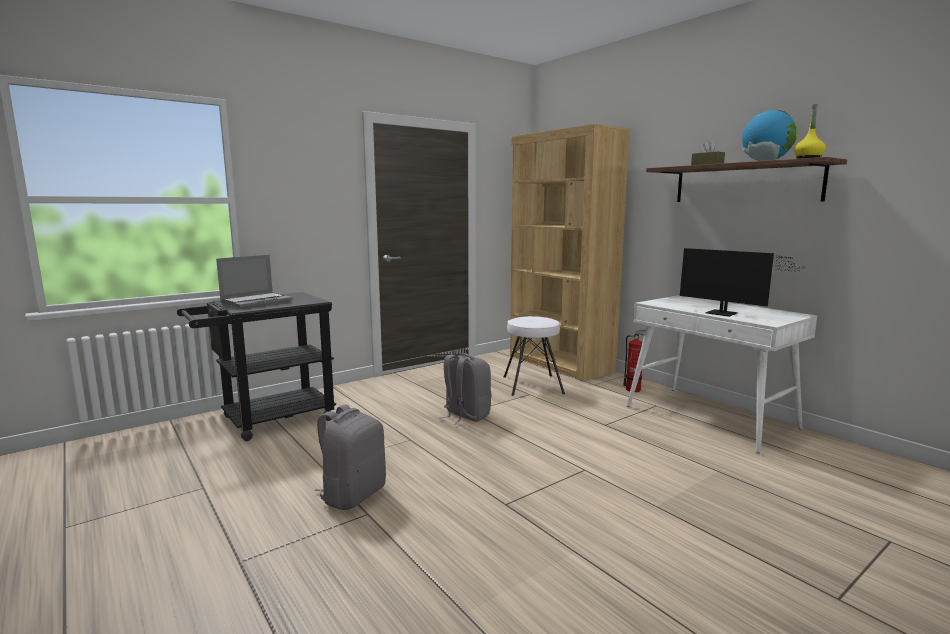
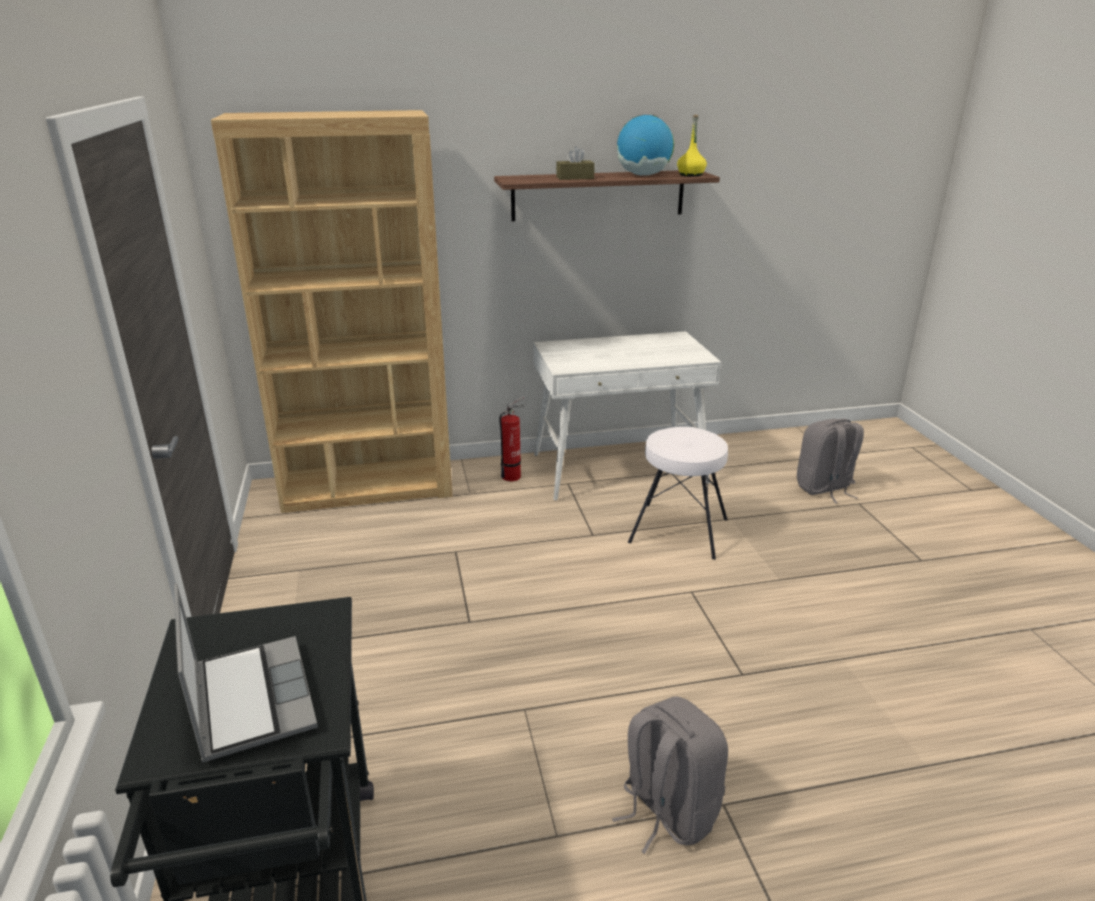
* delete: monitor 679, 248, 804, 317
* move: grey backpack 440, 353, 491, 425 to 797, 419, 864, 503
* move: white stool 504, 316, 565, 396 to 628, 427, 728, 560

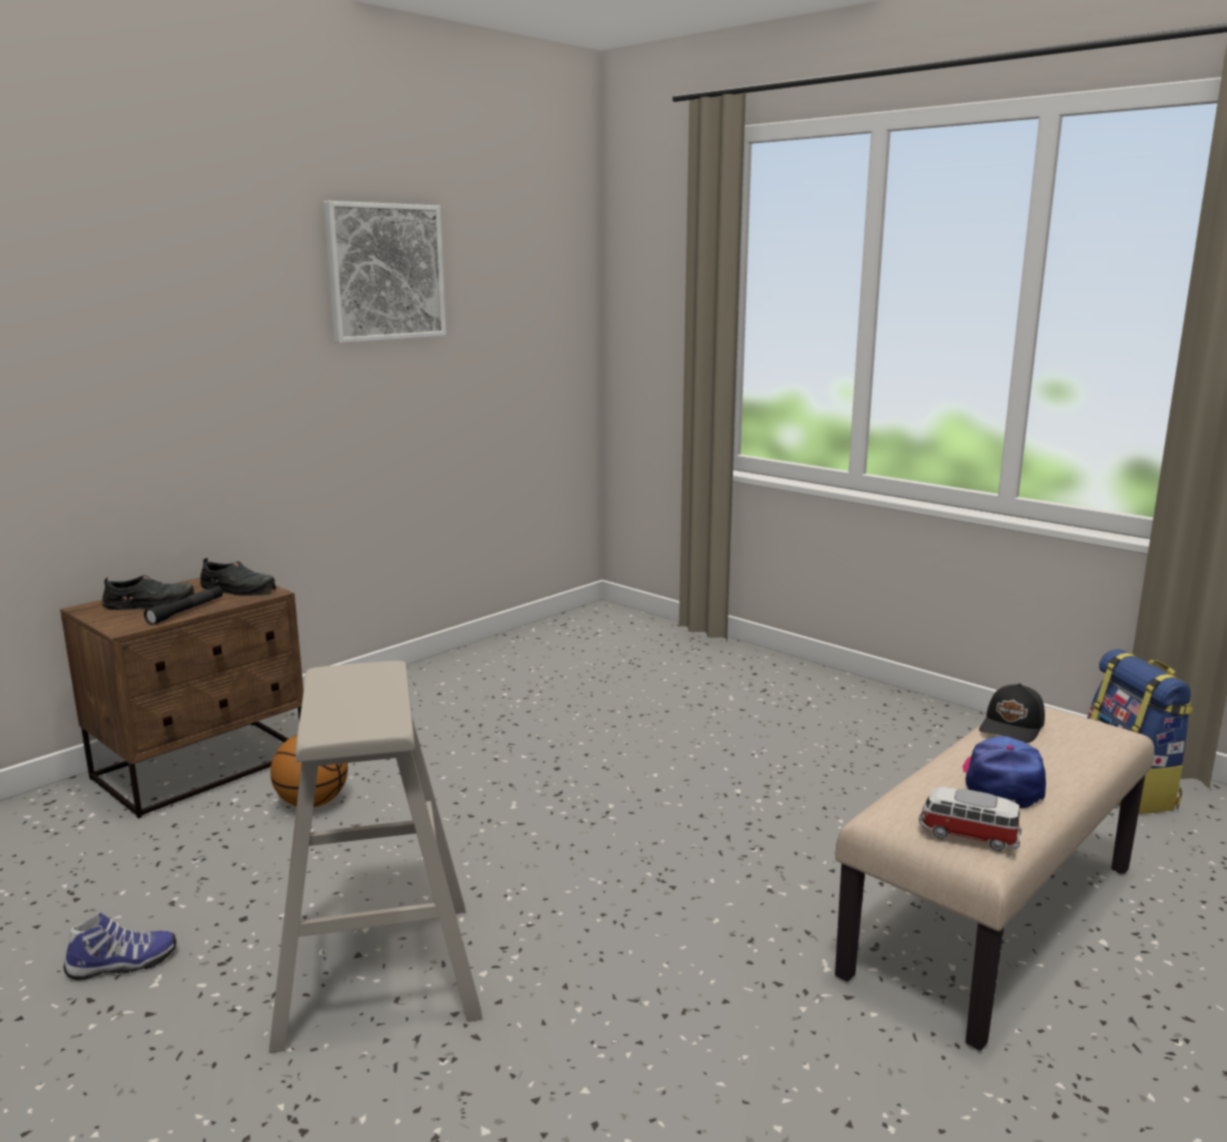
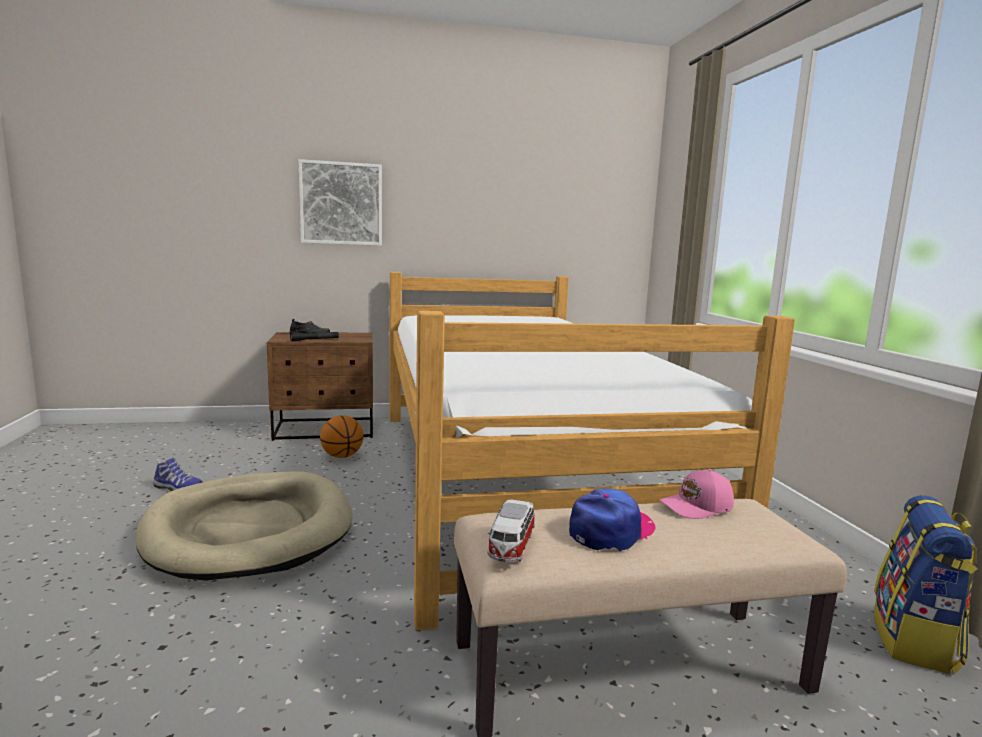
* delete: black shoe 200, 558, 276, 596
* insert: bed 389, 272, 795, 630
* move: picture 324, 201, 446, 343 to 299, 159, 382, 246
* replace: beige stool 269, 661, 482, 1053 to beige dog bed 136, 472, 353, 581
* recolor: black cap 979, 683, 1045, 743 to pink cap 659, 469, 734, 519
* rotate: toy car 919, 787, 1022, 851 = 487, 499, 535, 562 135 degrees counterclockwise

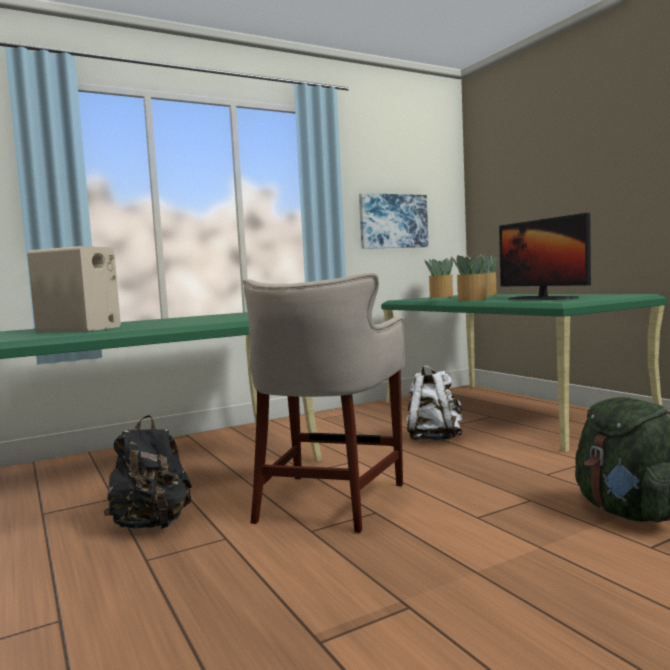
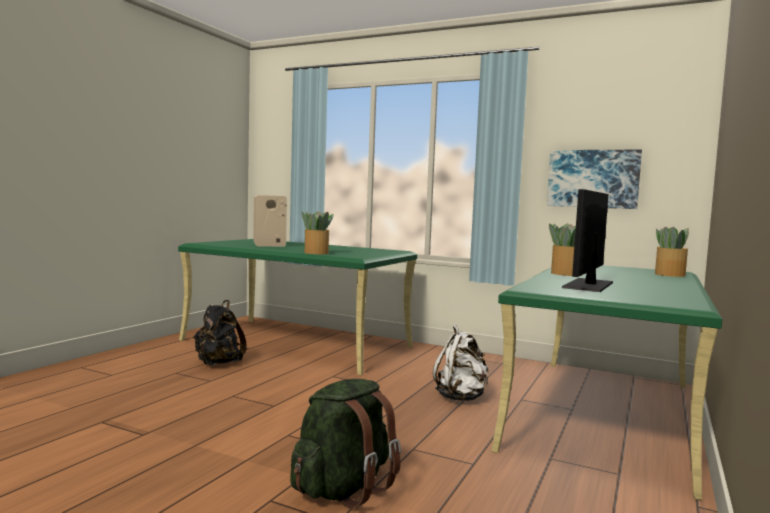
* delete: beige stool 243, 273, 405, 533
* move: potted plant 425, 258, 453, 298 to 301, 211, 334, 254

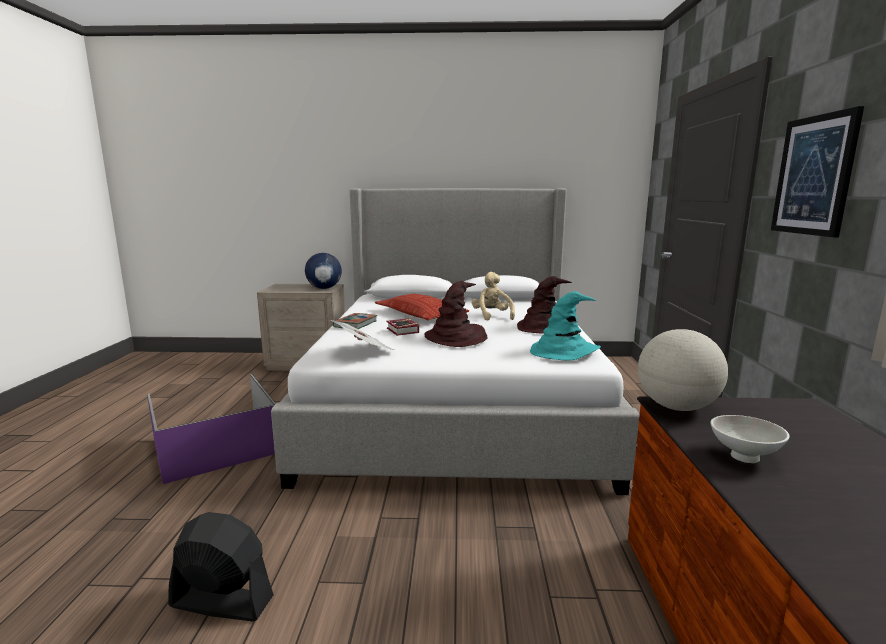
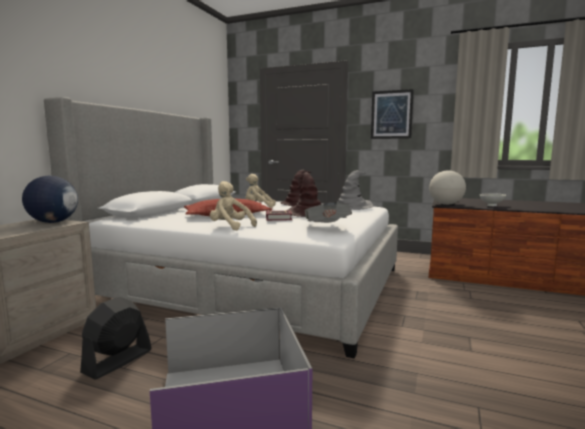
* move: black fan 168, 512, 274, 621 to 80, 297, 152, 380
* replace: book 333, 313, 377, 329 to beige plush toy 210, 181, 257, 230
* recolor: turquoise hat 530, 291, 601, 360 to grey hat 338, 170, 374, 210

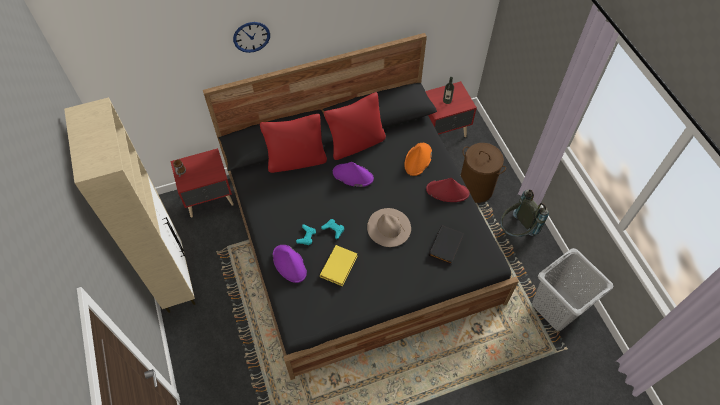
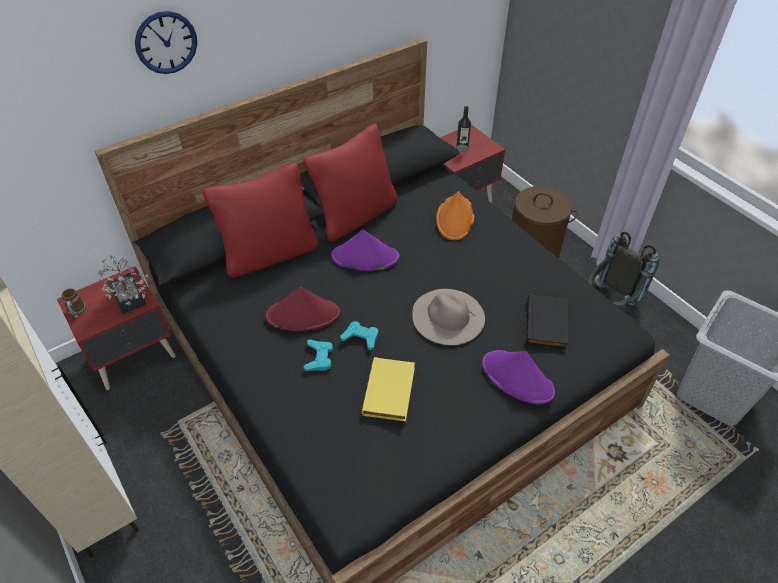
* insert: potted plant 97, 255, 148, 314
* move: purple hat 273, 245, 307, 283 to 482, 350, 555, 404
* move: red hat 426, 178, 470, 202 to 266, 287, 340, 331

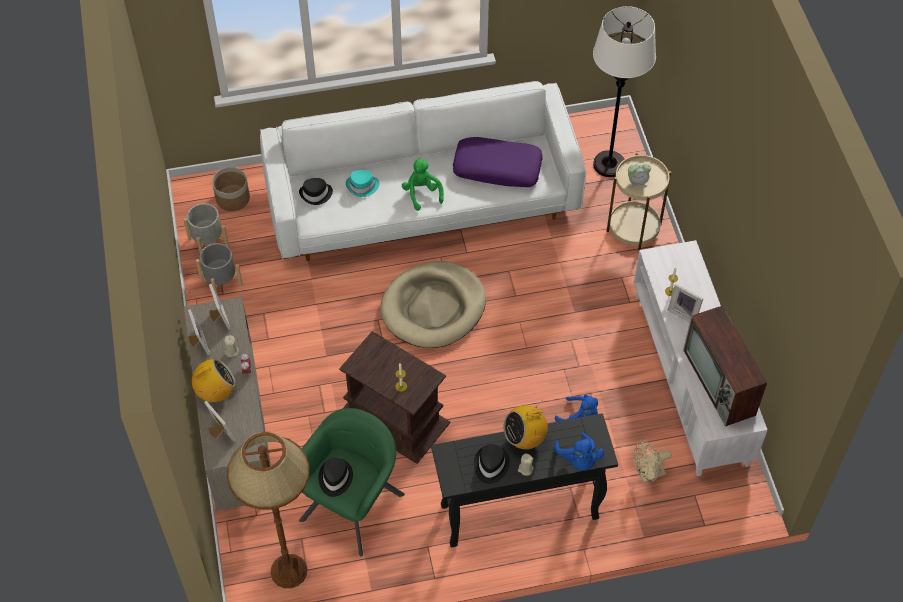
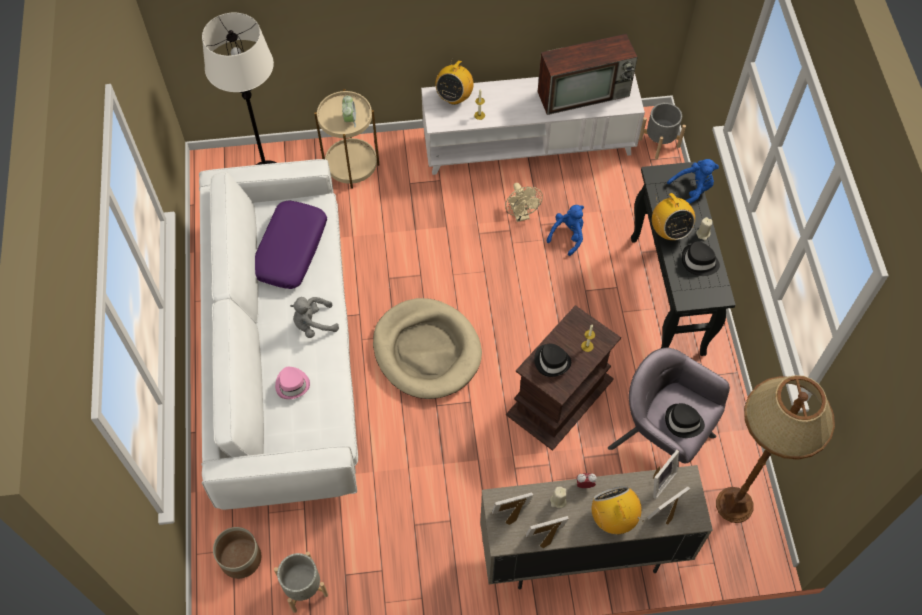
* insert: radio 435, 56, 474, 105
* move: grey planter 196, 243, 243, 295 to 639, 103, 686, 159
* move: black hat 299, 178, 333, 205 to 534, 344, 571, 377
* move: beige fan 633, 440, 672, 483 to 505, 183, 543, 222
* move: picture frame 667, 284, 703, 323 to 653, 450, 679, 499
* recolor: green armchair 299, 408, 405, 557 to grey armchair 608, 348, 730, 467
* recolor: turquoise hat 346, 170, 379, 197 to pink hat 275, 367, 310, 399
* recolor: green plush toy 402, 158, 444, 211 to grey plush toy 290, 297, 339, 338

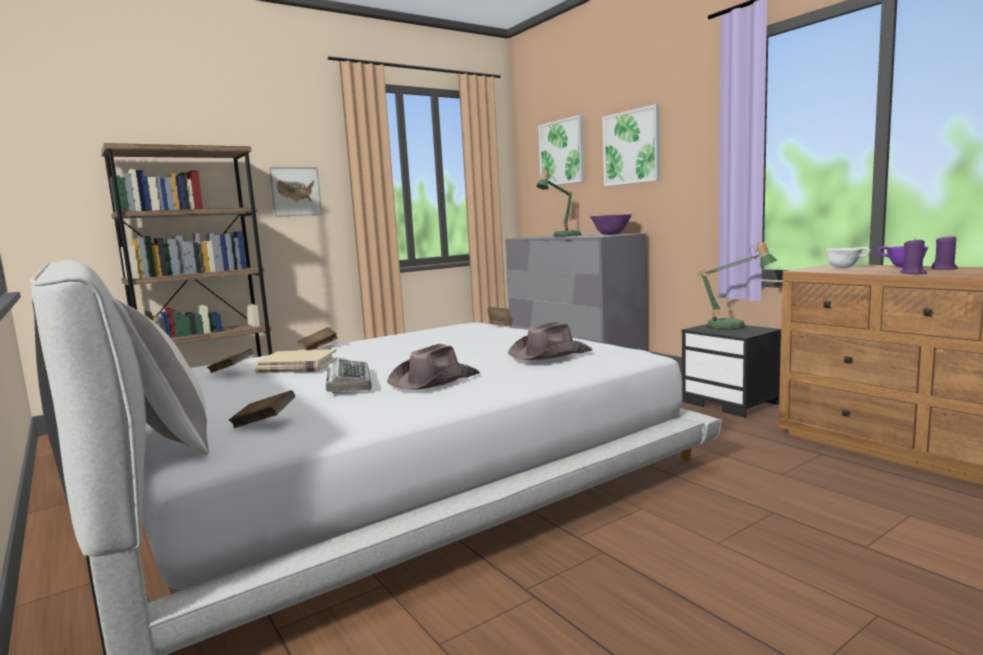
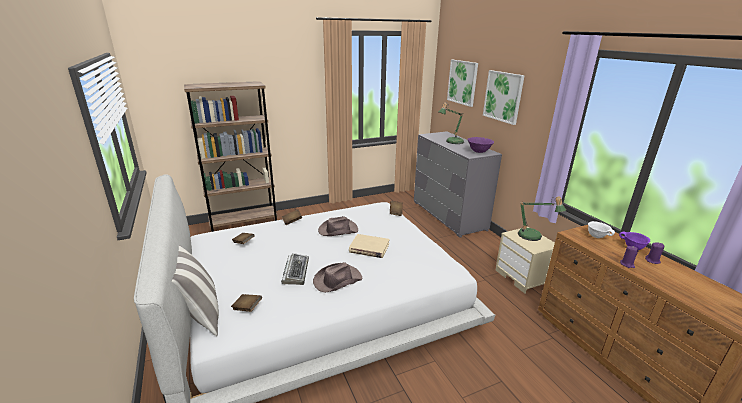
* delete: picture 269, 167, 322, 217
* move: beige book 254, 349, 337, 374 to 349, 234, 390, 258
* move: brown hat 508, 322, 593, 360 to 318, 216, 358, 236
* recolor: black nightstand 682, 324, 781, 418 to beige nightstand 496, 227, 555, 294

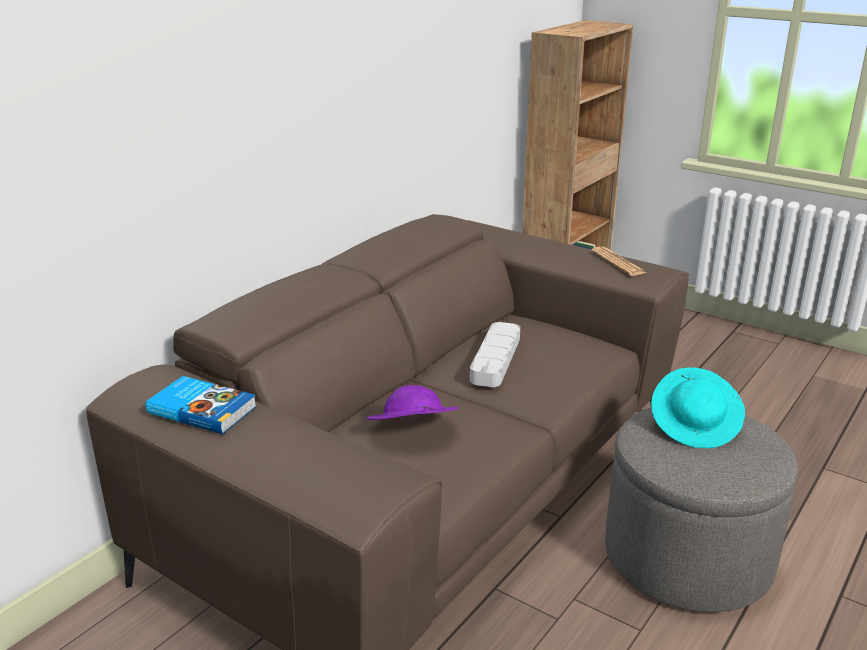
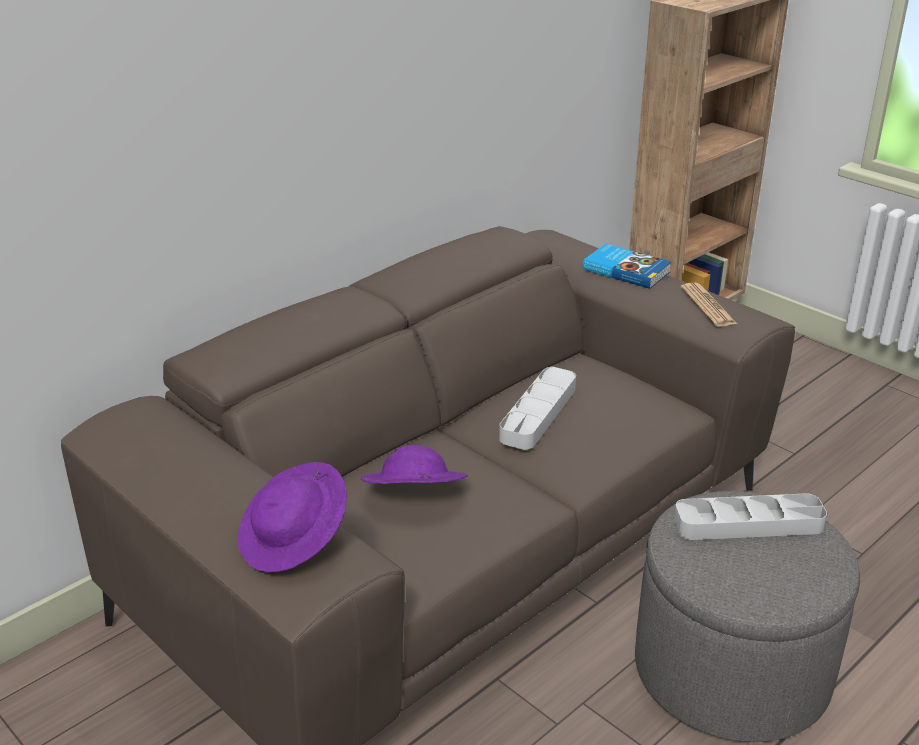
* insert: purple hat 238, 462, 347, 573
* move: book 146, 376, 257, 434 to 583, 244, 671, 289
* replace: turquoise hat 651, 368, 745, 448 to grey tray 674, 493, 827, 540

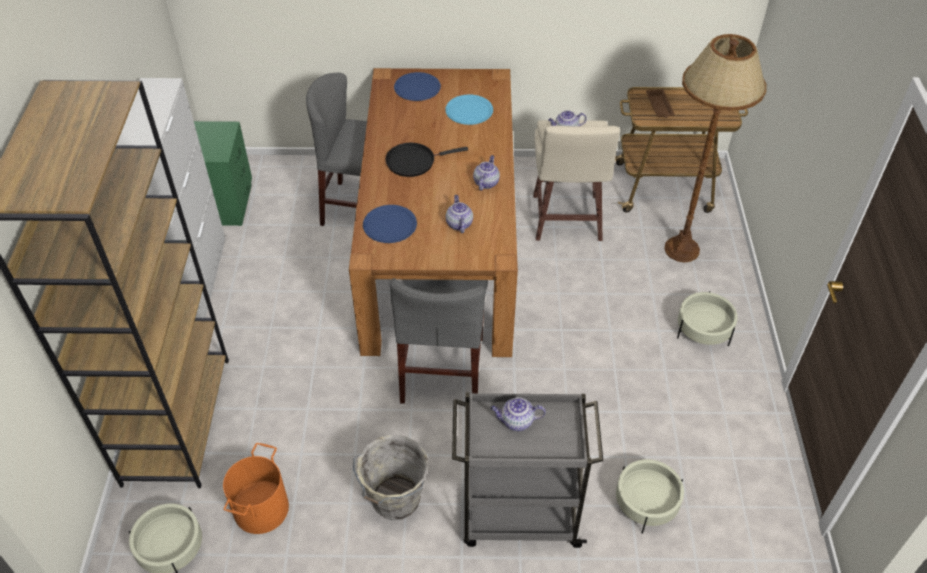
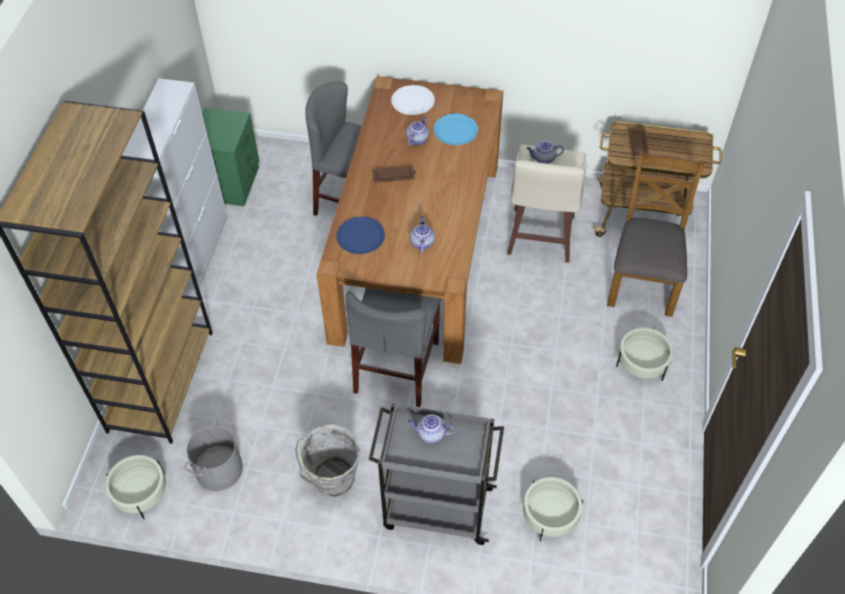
* move: teapot 473, 155, 500, 190 to 406, 116, 429, 146
* replace: black frying pan 386, 143, 468, 177 to brown tray 372, 166, 416, 182
* replace: brown floor lamp 664, 34, 766, 262 to brown chair 607, 152, 705, 317
* recolor: orange bucket 223, 443, 289, 534 to grey bucket 183, 415, 243, 491
* recolor: blue plate 394, 72, 441, 101 to white plate 391, 85, 435, 115

